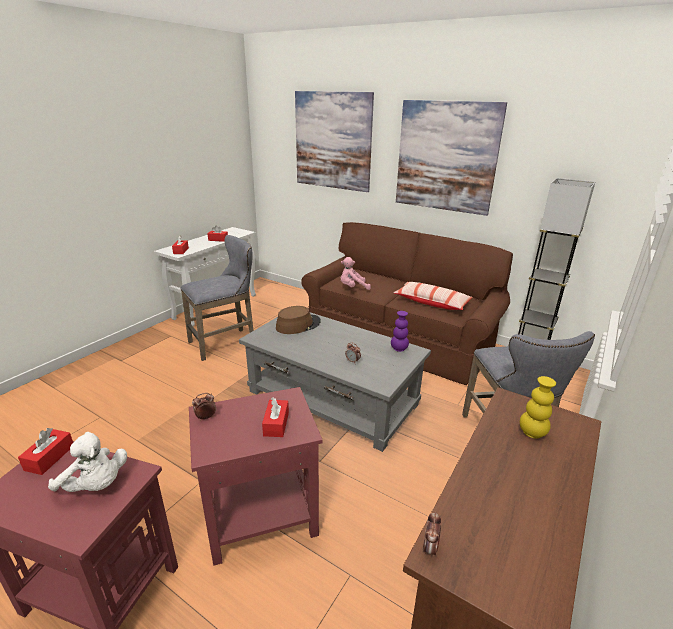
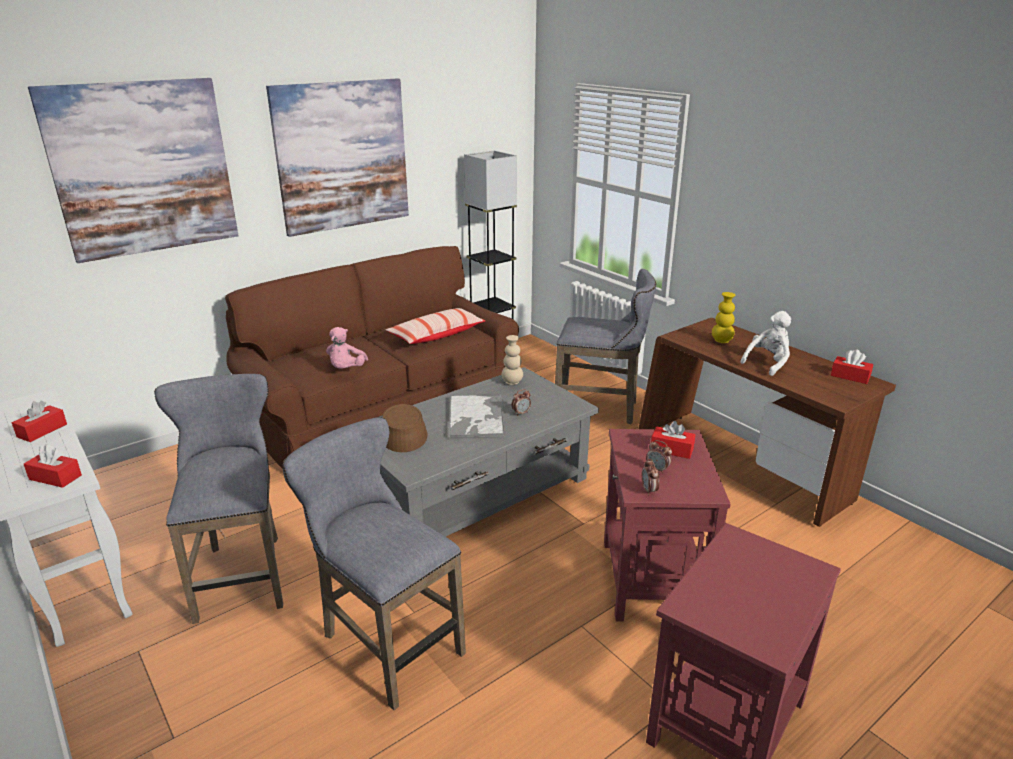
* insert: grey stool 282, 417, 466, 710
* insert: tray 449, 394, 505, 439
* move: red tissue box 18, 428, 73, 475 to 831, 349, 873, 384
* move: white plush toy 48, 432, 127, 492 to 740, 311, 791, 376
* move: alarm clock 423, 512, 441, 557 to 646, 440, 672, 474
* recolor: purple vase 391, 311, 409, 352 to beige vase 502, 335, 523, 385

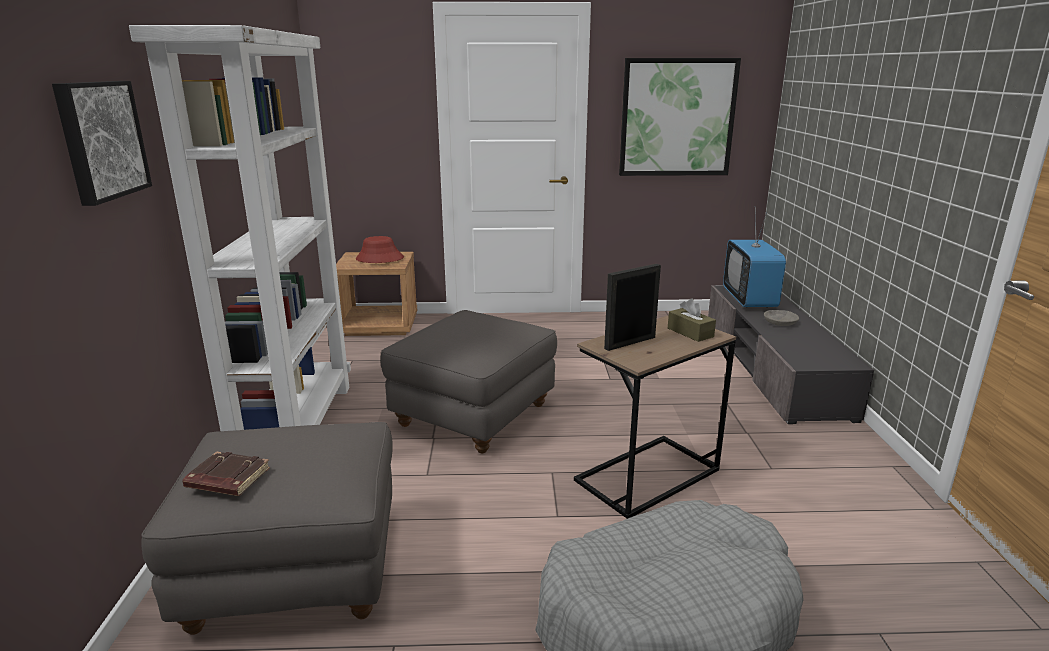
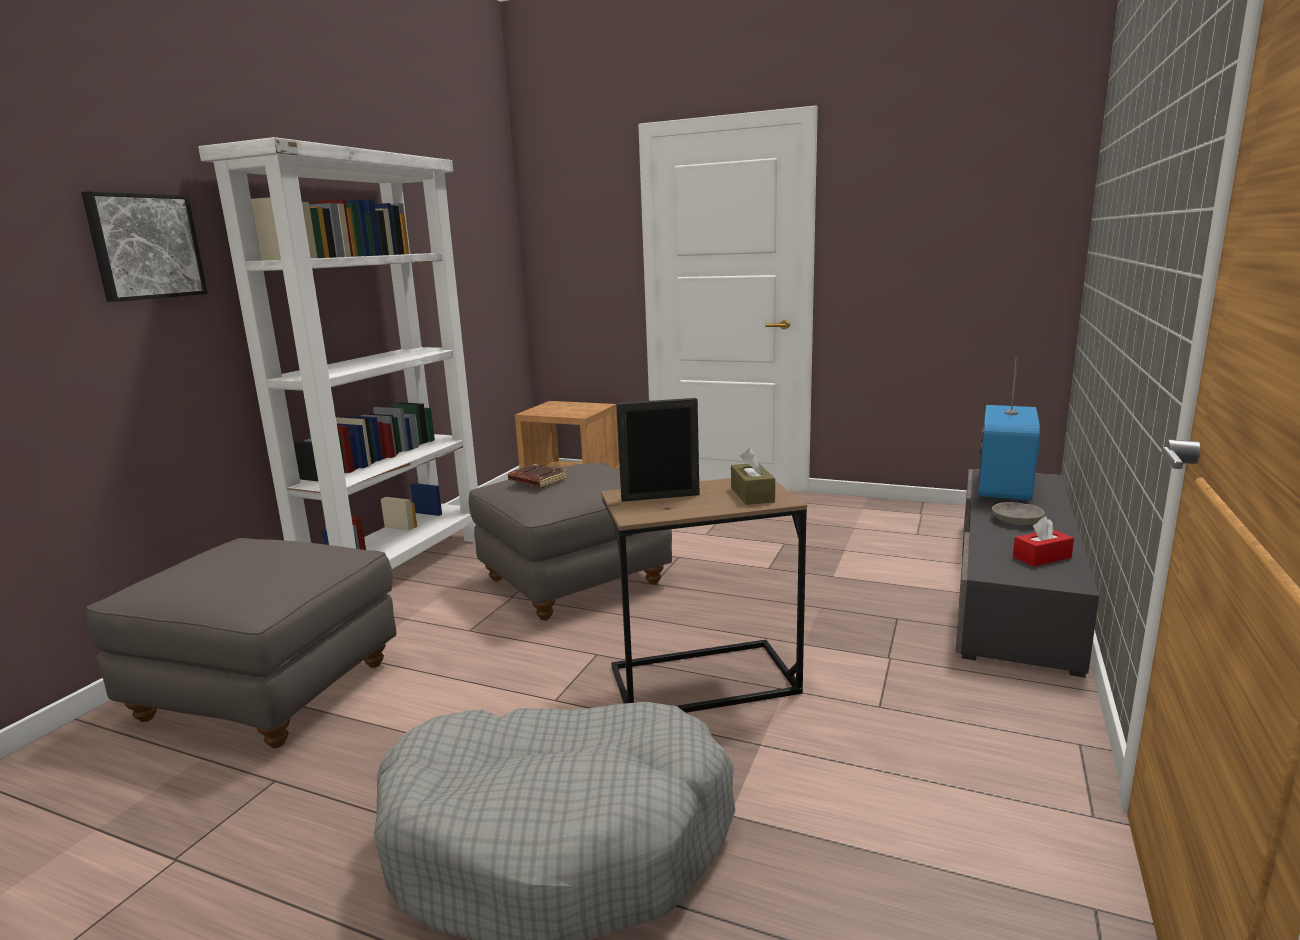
* delete: red hat 356, 236, 404, 263
* delete: picture 619, 58, 741, 176
* insert: red tissue box 1013, 517, 1074, 567
* move: brown book 182, 451, 270, 496 to 508, 464, 568, 487

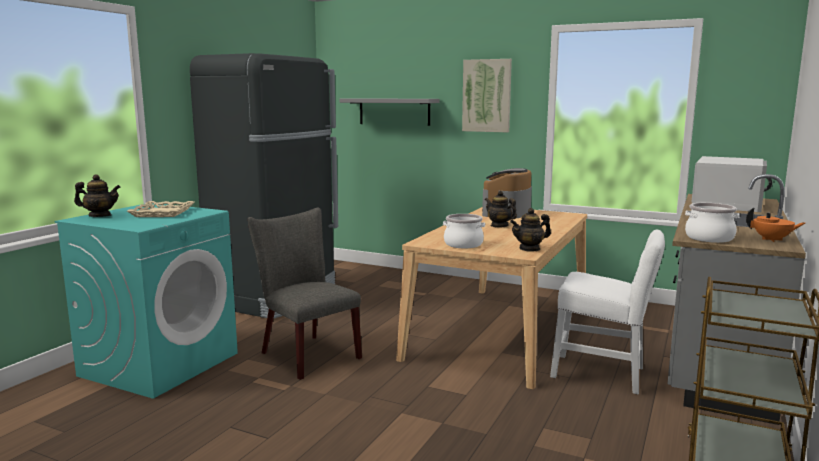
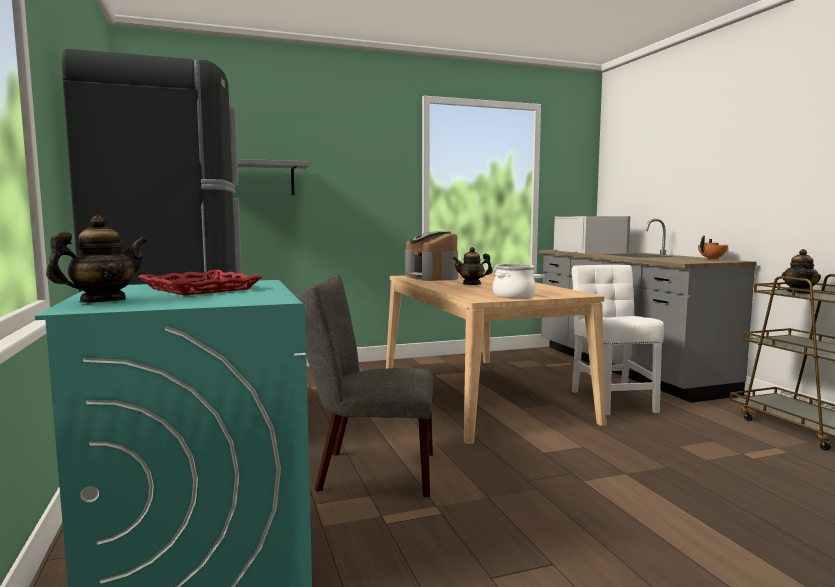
* delete: picture 462, 59, 512, 133
* delete: cooking pot 685, 203, 740, 243
* move: teapot 510, 208, 551, 252 to 782, 249, 821, 294
* recolor: beige tray 127, 201, 194, 217 to red tray 138, 270, 262, 296
* rotate: white chair 550, 229, 665, 394 = 572, 265, 664, 415 75 degrees counterclockwise

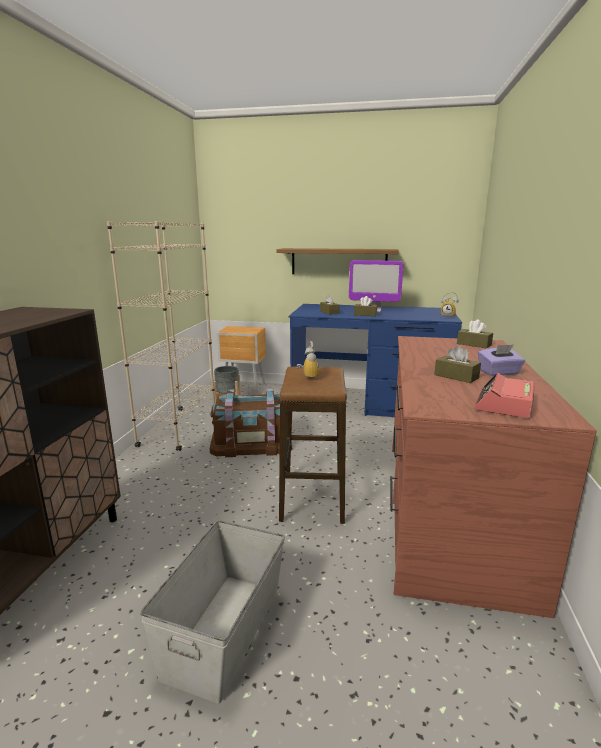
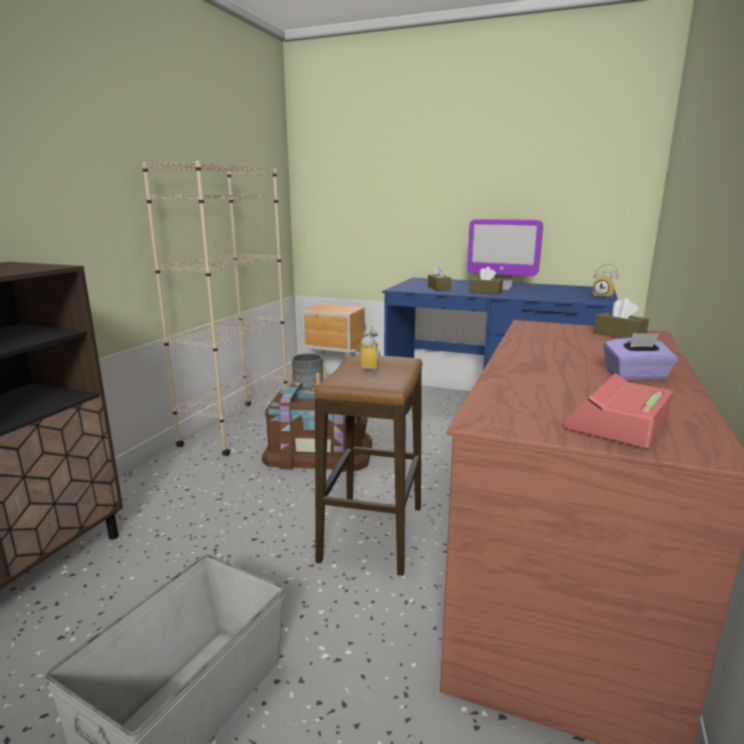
* delete: shelf 276, 248, 399, 274
* delete: brown tissue box 434, 345, 481, 383

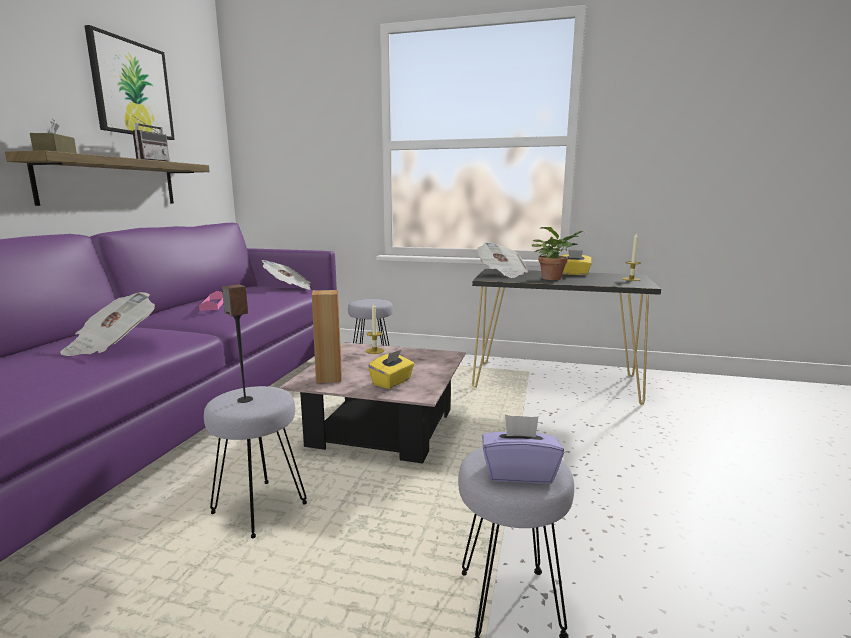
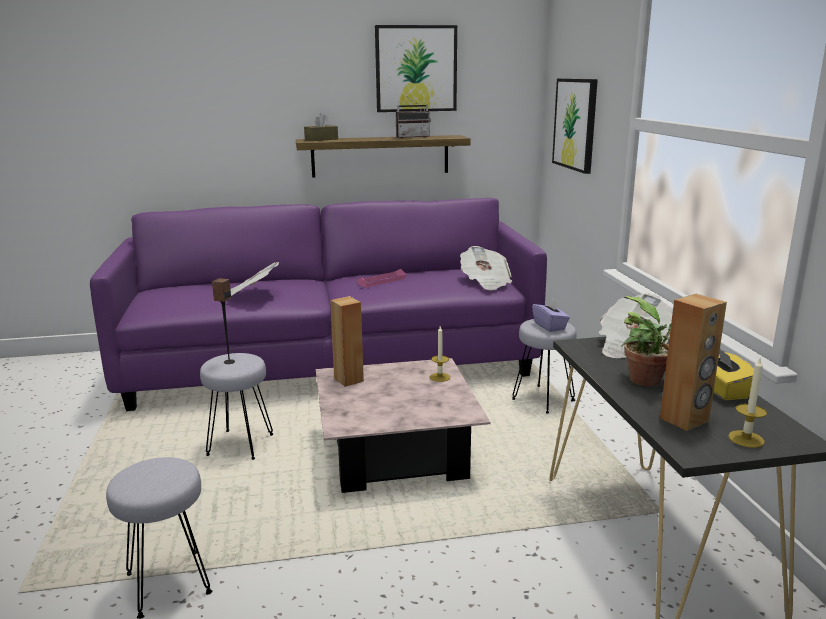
* delete: yellow tissue box 368, 350, 414, 389
* insert: picture 552, 78, 598, 174
* insert: brown speaker 660, 294, 727, 431
* move: purple tissue box 482, 415, 564, 484 to 532, 297, 570, 332

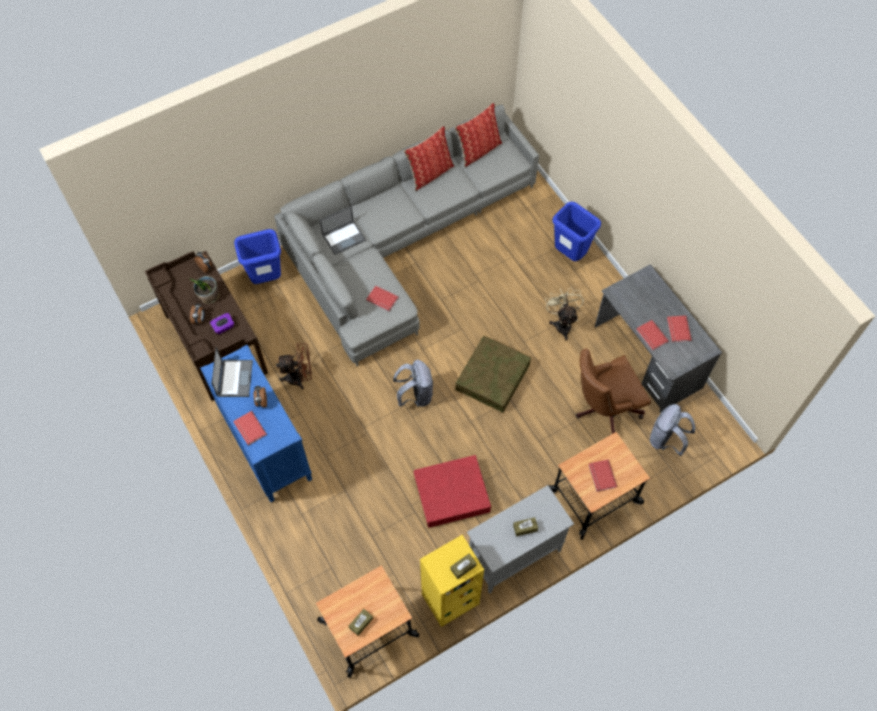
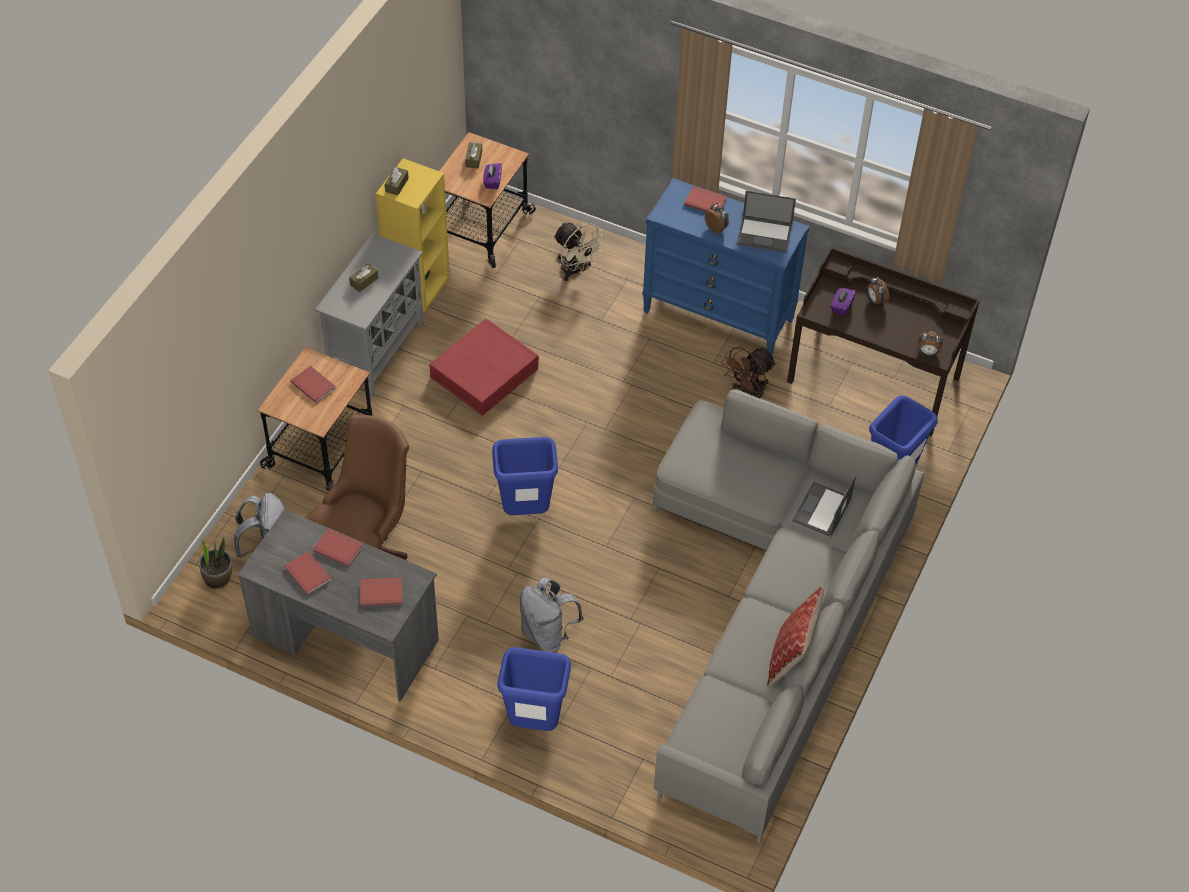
* delete: pillow 454, 102, 502, 168
* insert: purple tissue box 483, 163, 502, 189
* move: potted plant 189, 276, 219, 304 to 199, 536, 232, 589
* move: red book 366, 286, 399, 312 to 360, 578, 403, 606
* move: grey backpack 393, 360, 433, 407 to 520, 578, 584, 653
* move: beige fan 545, 287, 584, 340 to 553, 222, 605, 281
* replace: brown storage box 455, 336, 531, 413 to blue trash can 492, 437, 558, 515
* rotate: laptop 211, 347, 253, 397 = 737, 191, 796, 253 45 degrees counterclockwise

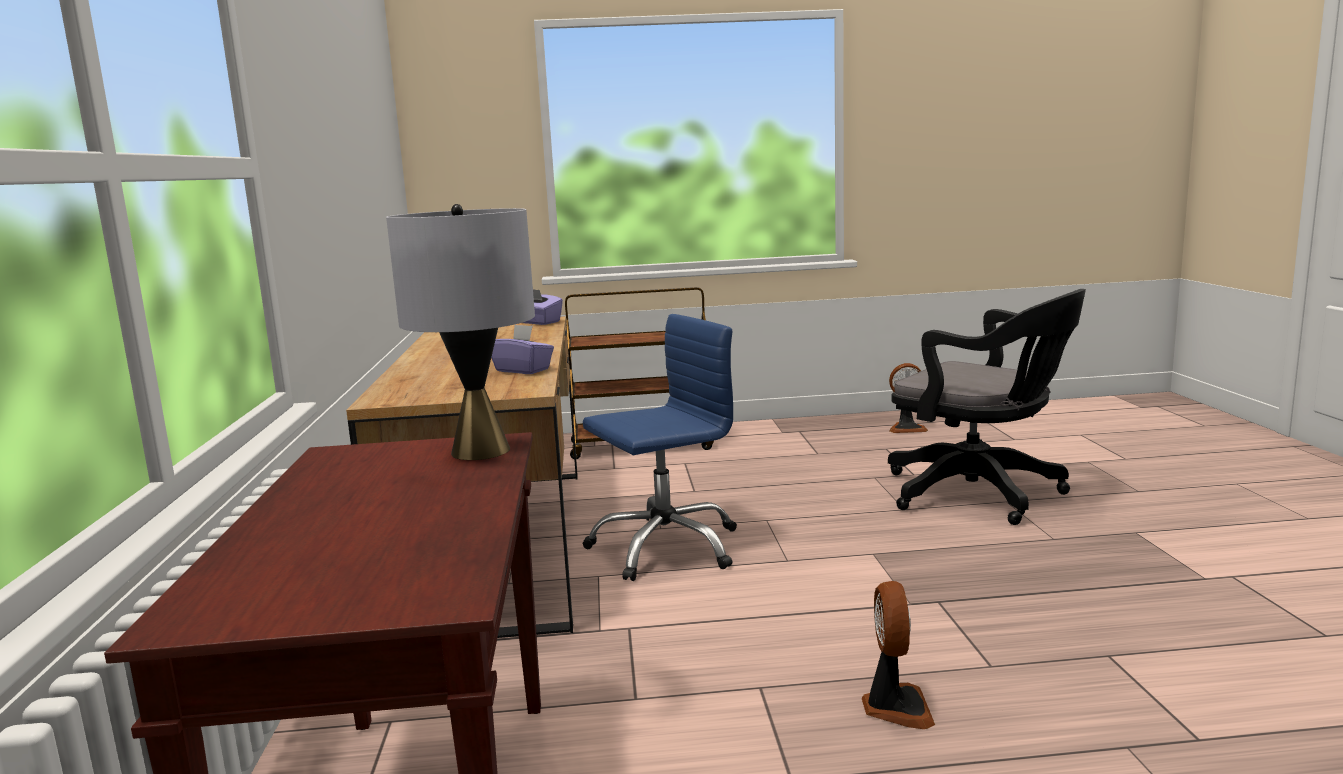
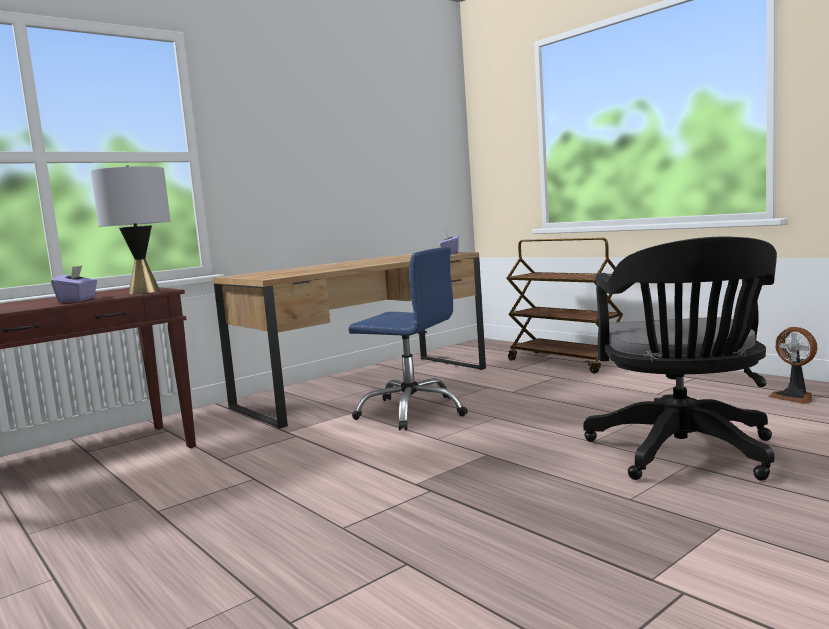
* delete: fan 862, 581, 935, 729
* move: purple tissue box 491, 325, 554, 374 to 51, 266, 97, 303

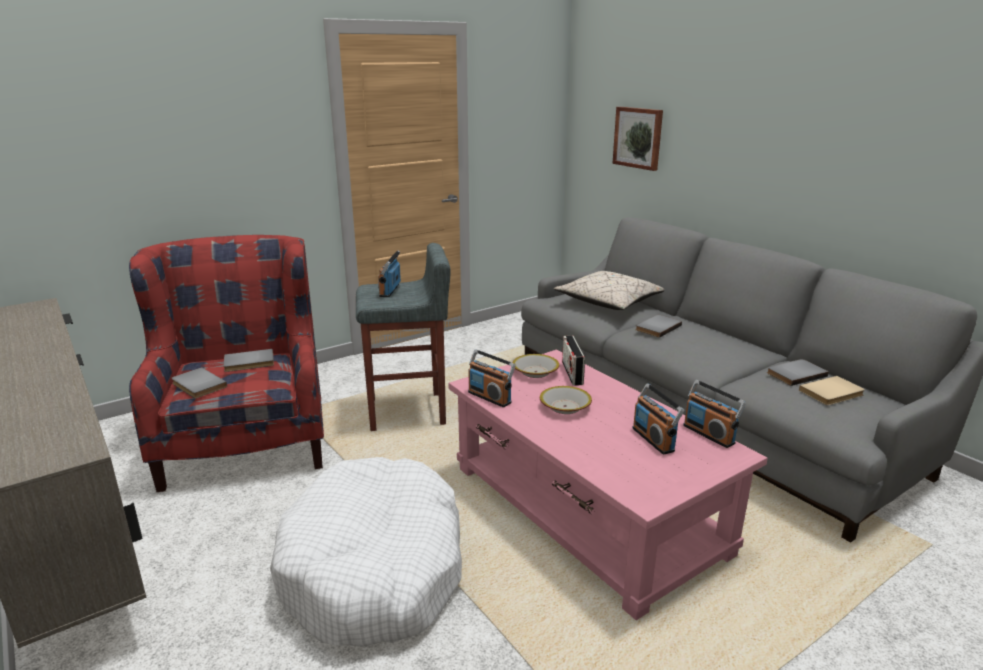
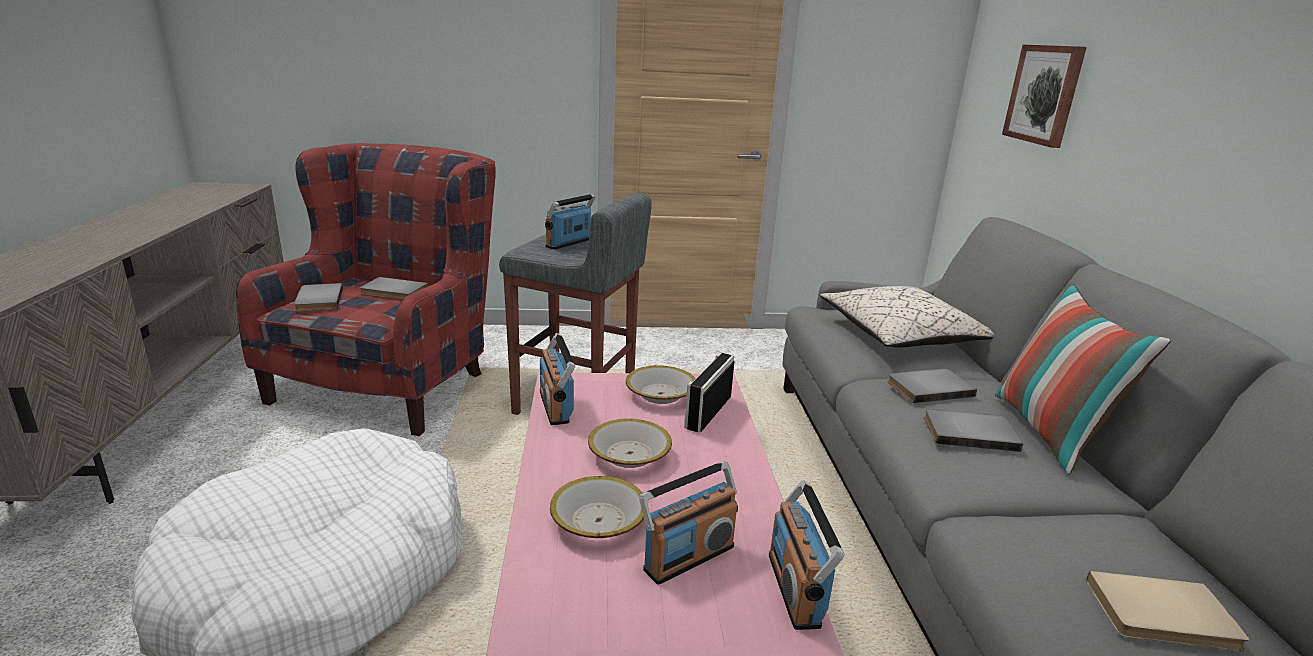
* insert: bowl 550, 476, 644, 538
* insert: pillow 995, 283, 1171, 474
* move: grey book 767, 359, 829, 386 to 924, 409, 1023, 452
* rotate: radio 633, 383, 684, 455 = 639, 462, 738, 585 135 degrees counterclockwise

